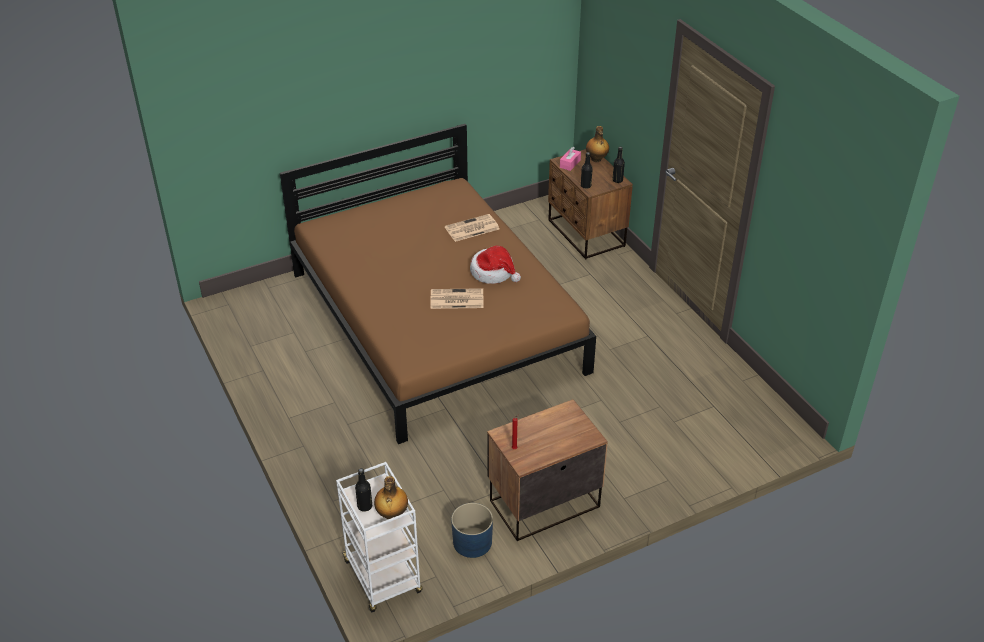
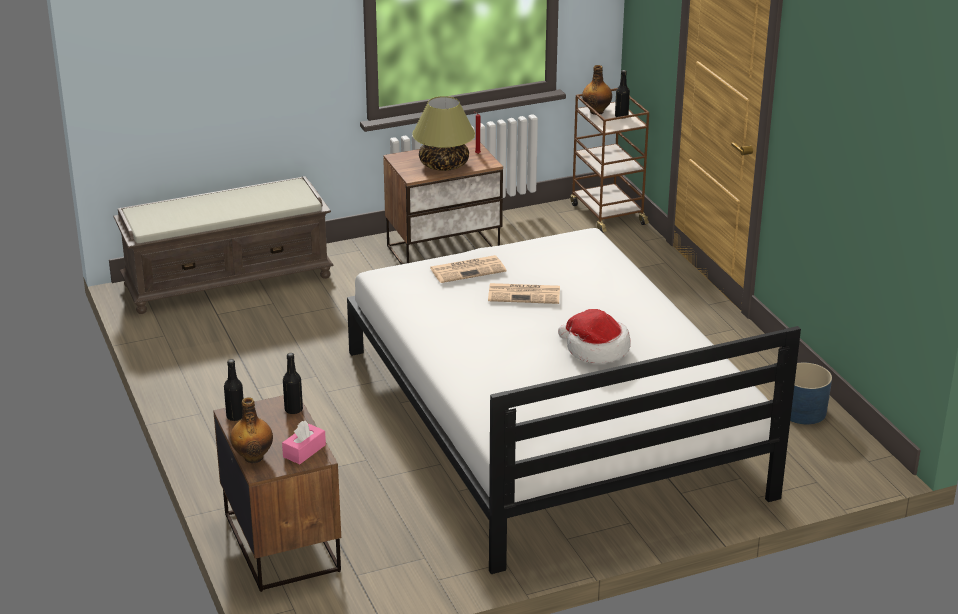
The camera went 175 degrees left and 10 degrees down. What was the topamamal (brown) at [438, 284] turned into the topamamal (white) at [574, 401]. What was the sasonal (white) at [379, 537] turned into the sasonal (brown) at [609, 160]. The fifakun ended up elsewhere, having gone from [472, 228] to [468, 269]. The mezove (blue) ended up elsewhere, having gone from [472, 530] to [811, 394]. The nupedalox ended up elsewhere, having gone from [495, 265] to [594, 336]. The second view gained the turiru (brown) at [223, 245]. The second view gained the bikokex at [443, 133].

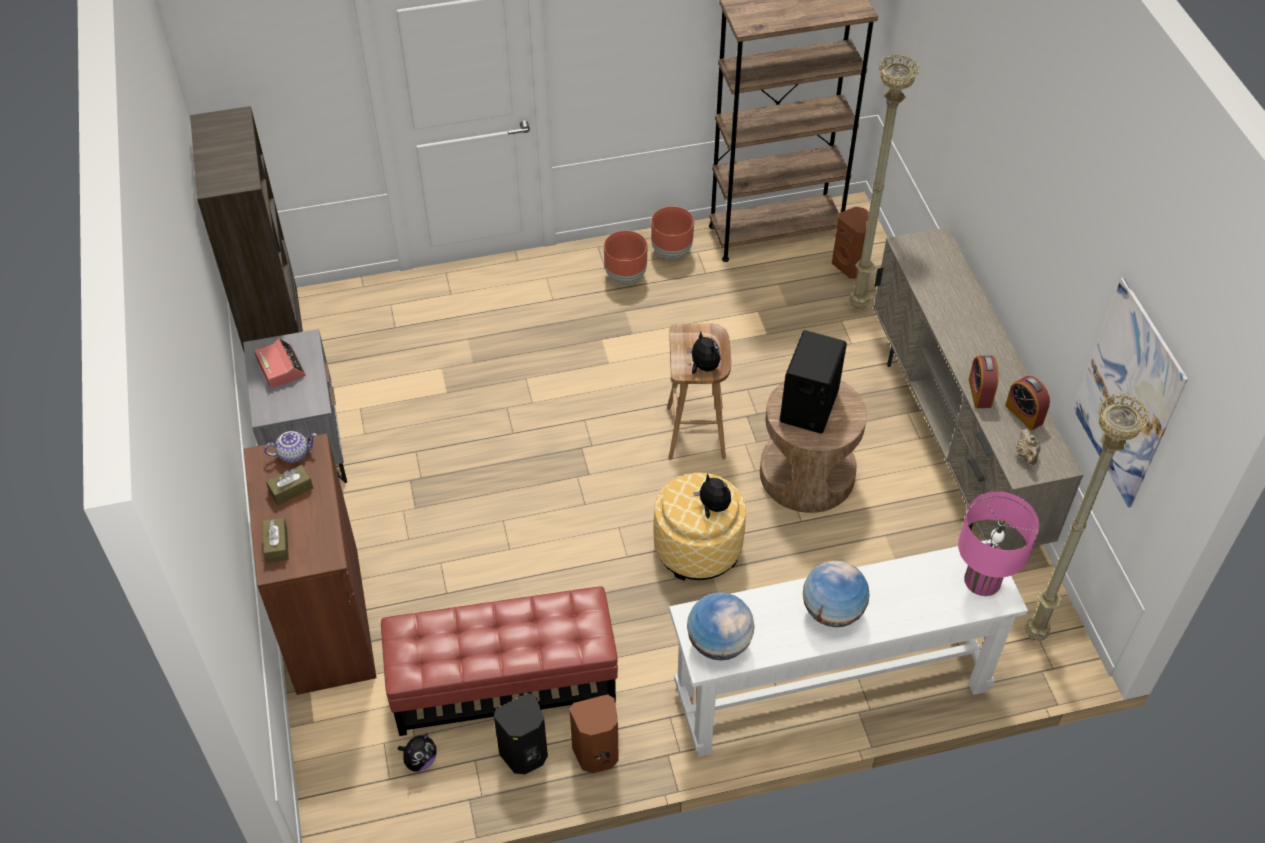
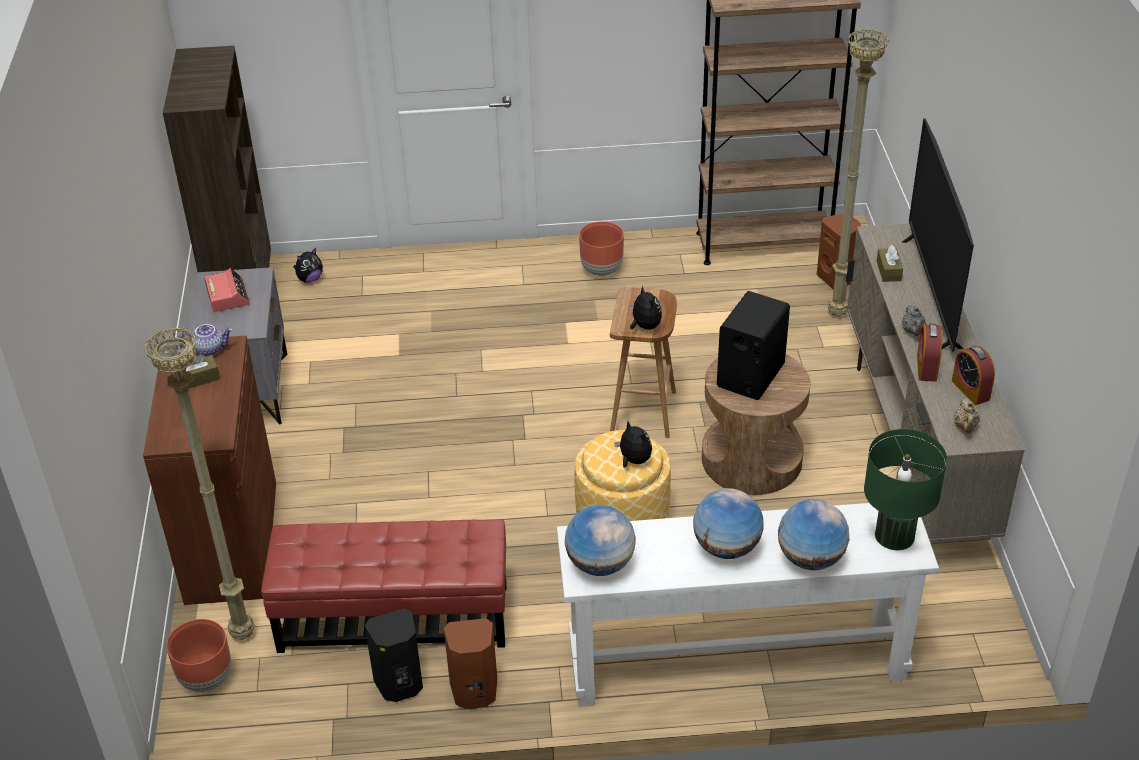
The camera went 10 degrees right and 10 degrees down. The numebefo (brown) ended up elsewhere, having gone from [275, 540] to [890, 263]. The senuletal ended up elsewhere, having gone from [417, 752] to [308, 265]. The mezove (brown) ended up elsewhere, having gone from [672, 233] to [198, 655]. What was the bikokex (pink) at [998, 544] turned into the bikokex (green) at [905, 489]. The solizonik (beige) ended up elsewhere, having gone from [1087, 517] to [199, 483]. The second view lost the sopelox at [1131, 393]. The second view gained the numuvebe at [813, 534]. The second view gained the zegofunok at [938, 235]. The second view gained the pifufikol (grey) at [914, 320].

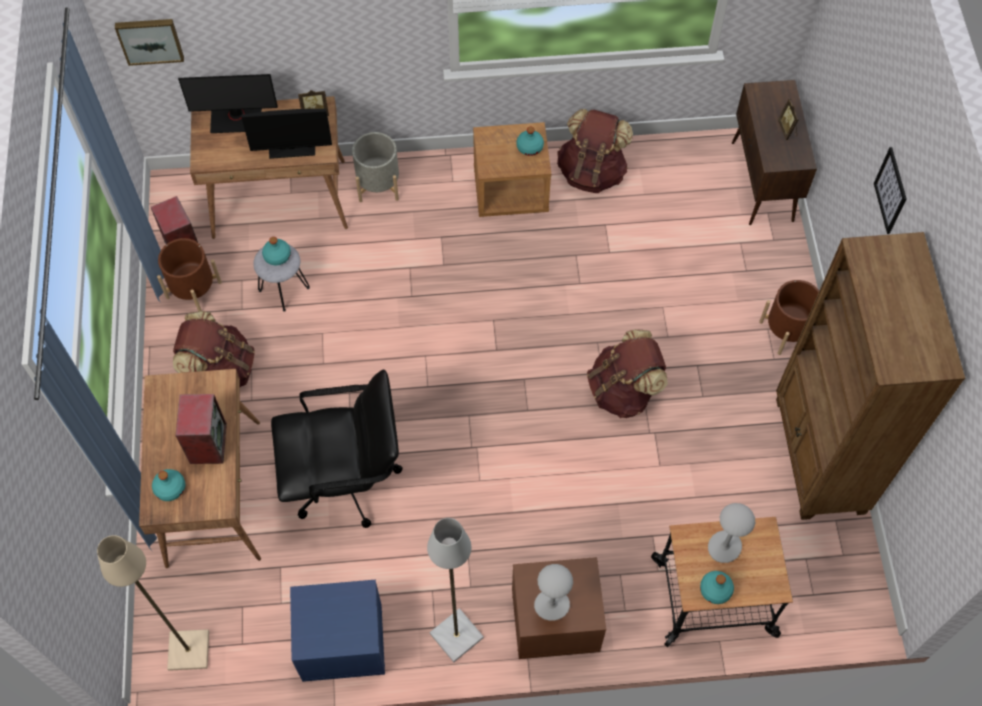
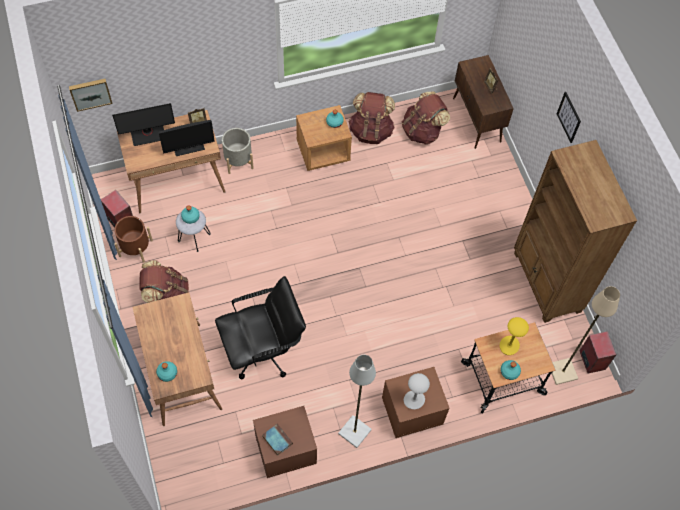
The camera went 15 degrees left and 0 degrees up. The solizonik (beige) ended up elsewhere, having gone from [153, 603] to [586, 335]. The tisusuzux ended up elsewhere, having gone from [201, 429] to [598, 352]. What was the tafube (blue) at [337, 631] turned into the tafube (brown) at [285, 442]. The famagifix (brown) ended up elsewhere, having gone from [627, 373] to [426, 118]. What was the bikokex (grey) at [731, 533] turned into the bikokex (yellow) at [514, 336]. The second view lost the mezove (brown) at [789, 317]. The second view gained the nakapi at [277, 440].

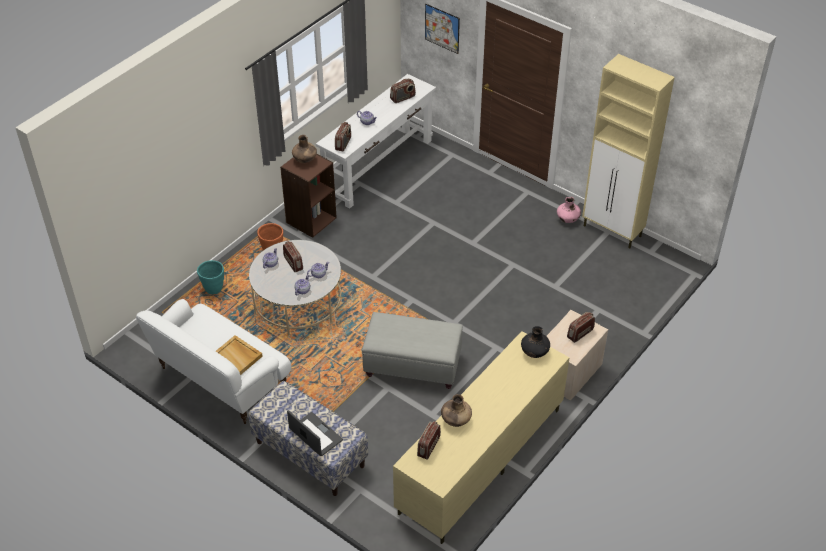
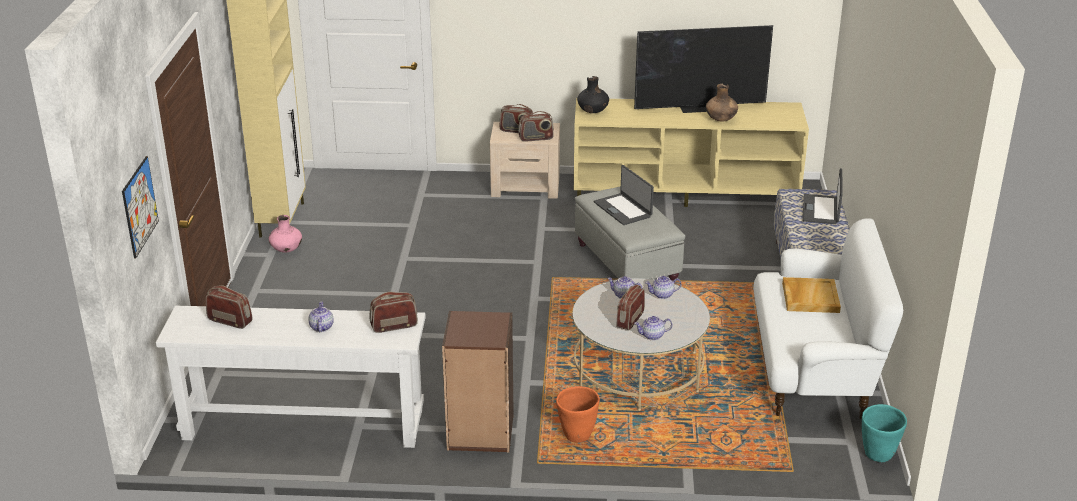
The camera went 125 degrees left and 15 degrees down. The mezove (turquoise) ended up elsewhere, having gone from [210, 277] to [884, 433]. The second view lost the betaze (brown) at [304, 149]. The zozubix ended up elsewhere, having gone from [429, 440] to [536, 126]. The second view gained the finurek at [624, 195]. The second view gained the zegofunok at [703, 69].

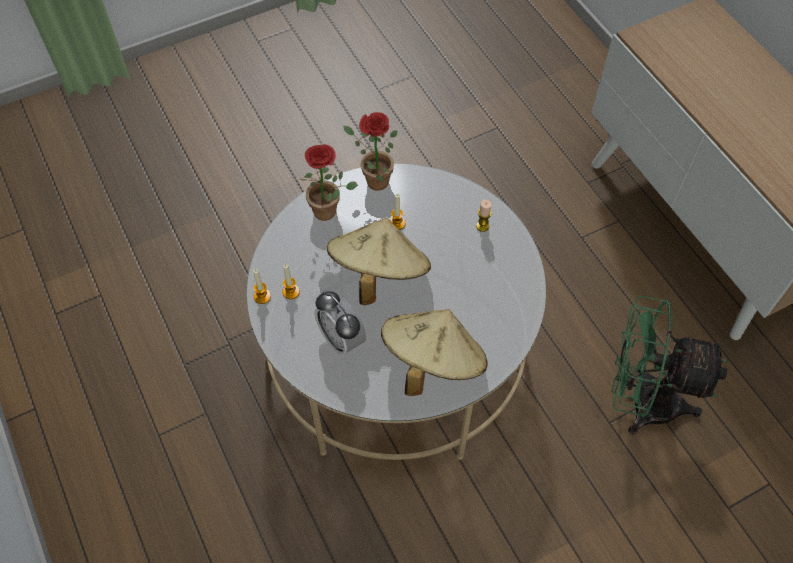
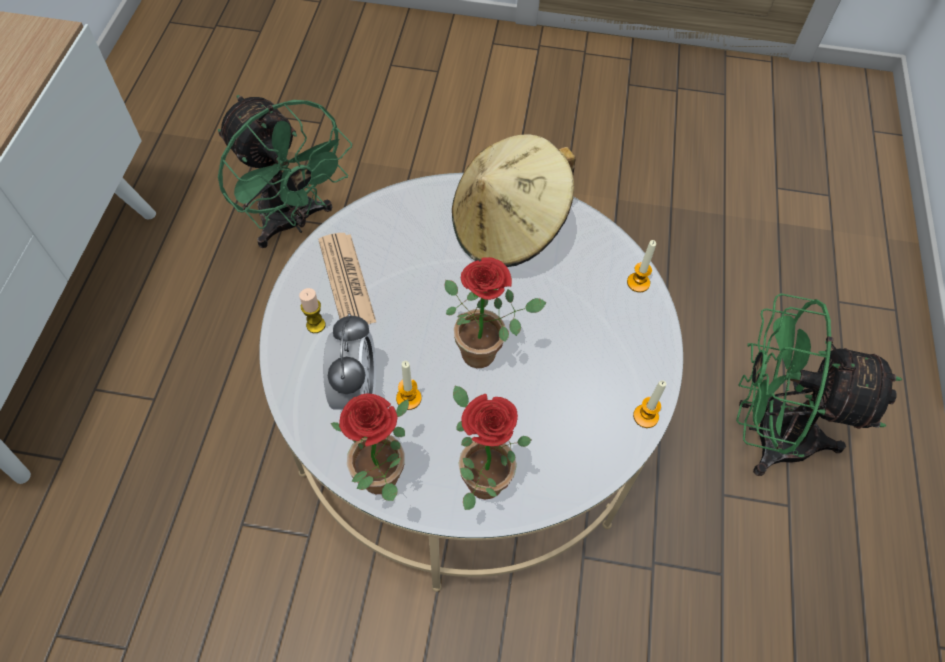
The camera went 145 degrees left and 0 degrees up. The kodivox ended up elsewhere, having gone from [291, 281] to [641, 266]. The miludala ended up elsewhere, having gone from [340, 323] to [349, 362]. Where the nupedalox (beige) stood at [379, 261], the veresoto came to stand at [496, 312]. The second view gained the fifakun at [347, 278]. The second view gained the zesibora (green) at [819, 384].

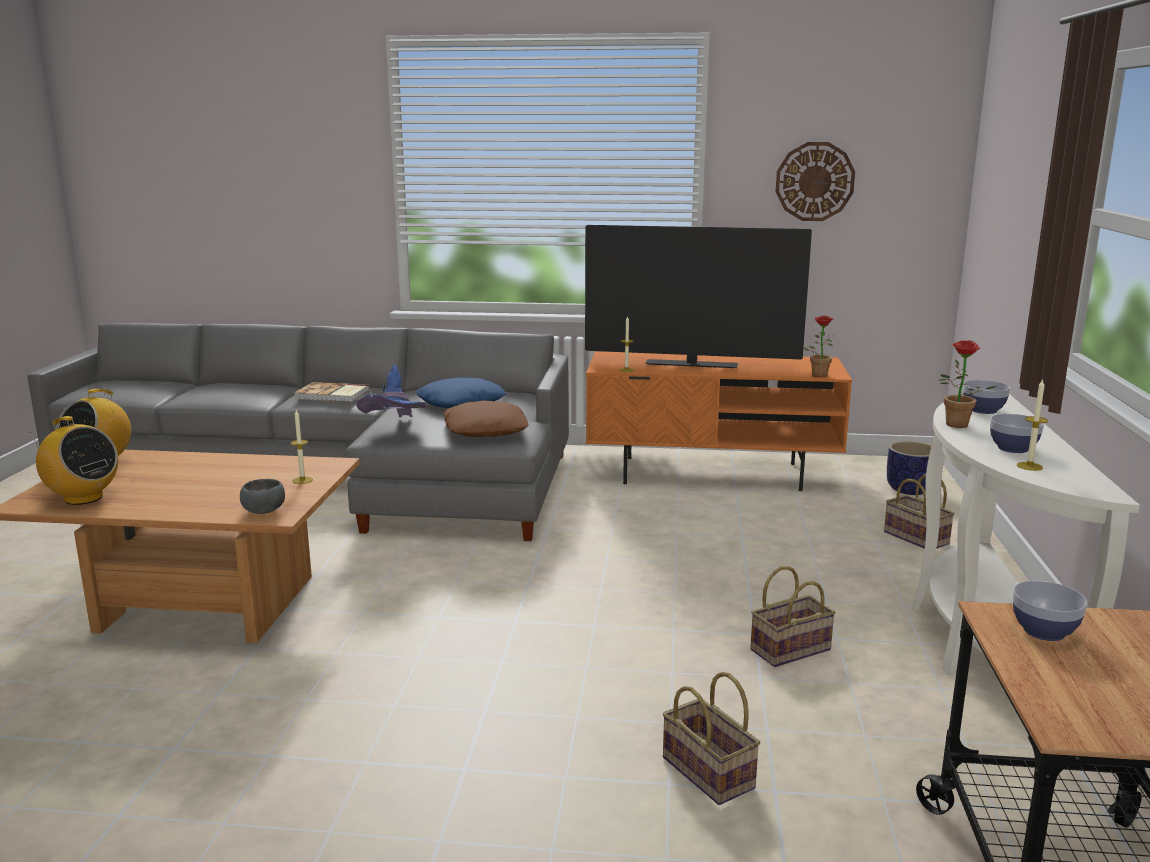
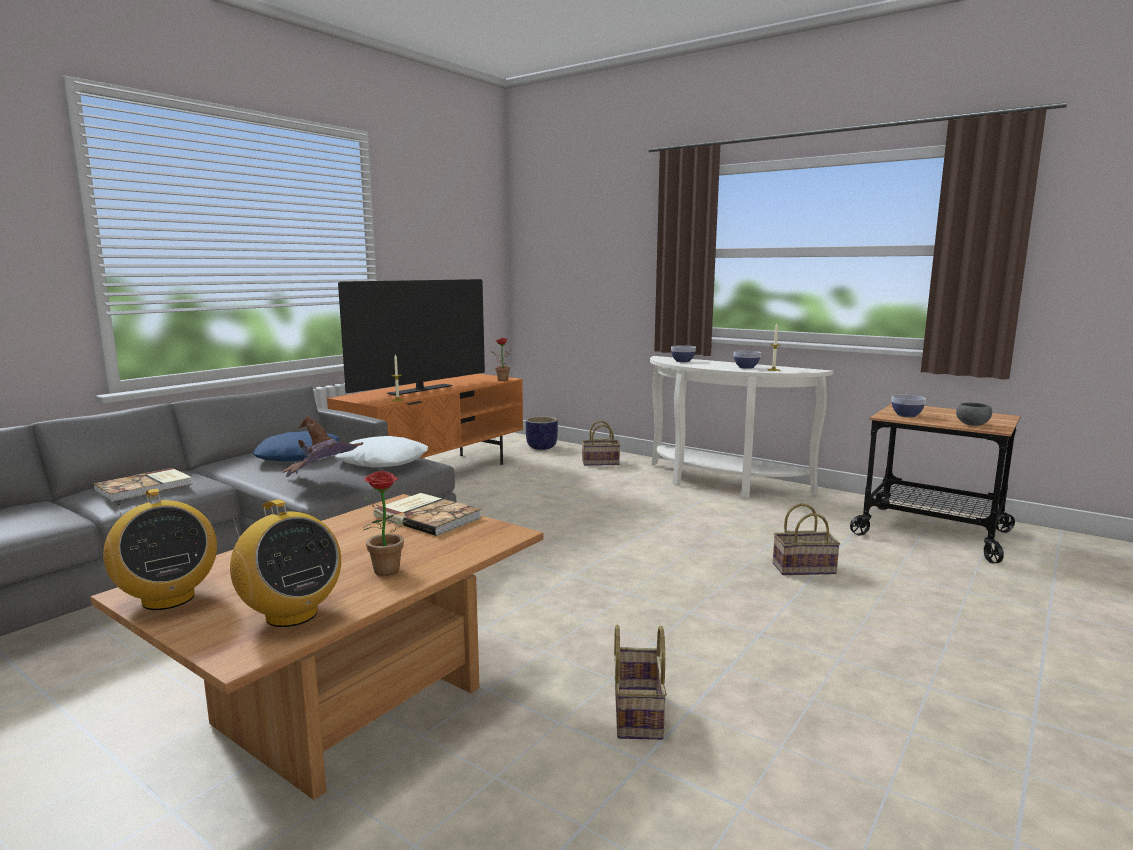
The camera went 60 degrees left and 5 degrees down. The zozubix at [74, 460] ended up facing another way, 75 degrees clockwise from before. The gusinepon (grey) ended up elsewhere, having gone from [262, 496] to [974, 414]. Where the kodivox stood at [302, 447], the nakapi came to stand at [427, 514]. What was the nupedalox (blue) at [392, 390] turned into the nupedalox (brown) at [322, 446]. What was the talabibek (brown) at [486, 419] turned into the talabibek (white) at [381, 451]. The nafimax ended up elsewhere, having gone from [793, 616] to [640, 682]. The second view lost the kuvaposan at [815, 181]. The veresoto ended up elsewhere, having gone from [967, 384] to [390, 523].

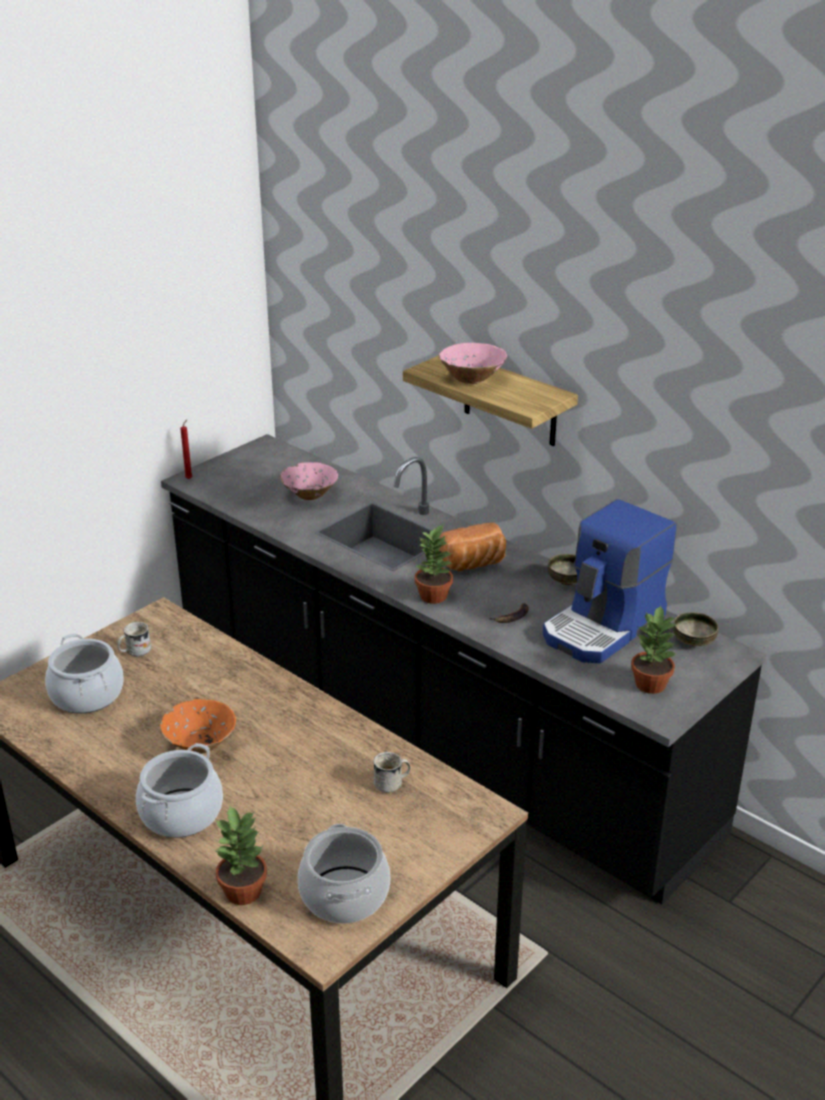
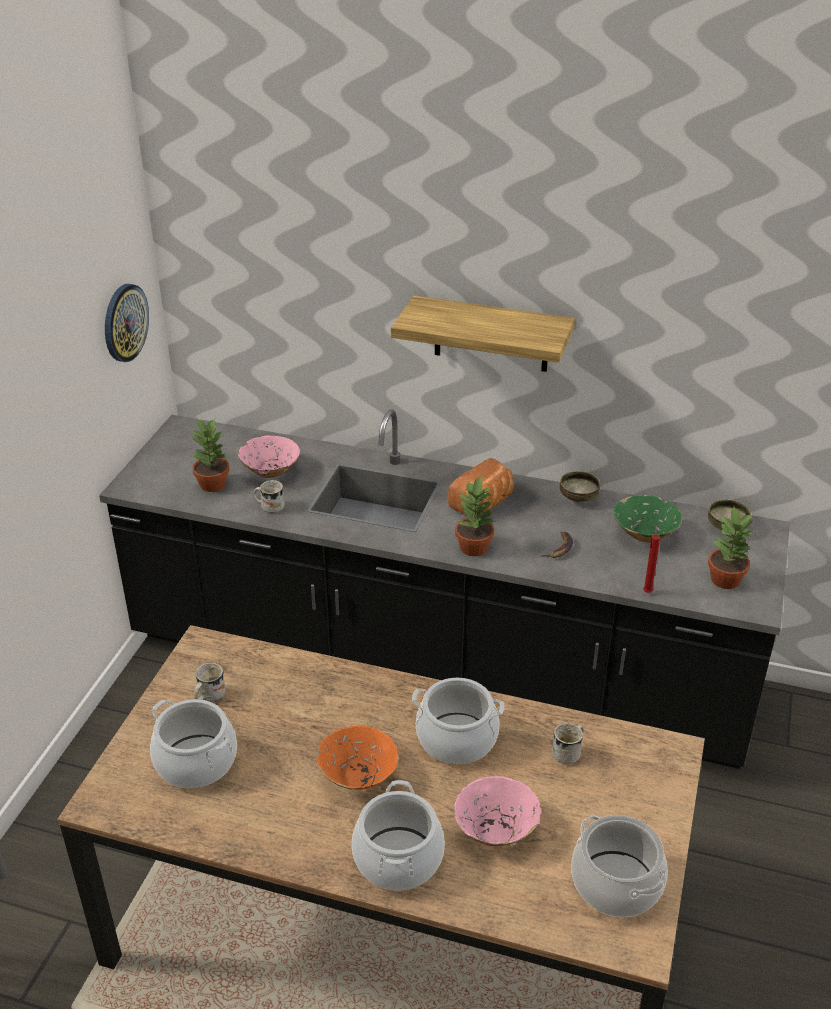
The camera went 25 degrees left and 5 degrees up. The kodivox (red) ended up elsewhere, having gone from [186, 449] to [651, 559]. The veresoto ended up elsewhere, having gone from [241, 855] to [209, 454]. The gusinepon (pink) ended up elsewhere, having gone from [473, 363] to [497, 811]. Where the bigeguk stood at [610, 581], the gusinepon (green) came to stand at [648, 518]. The second view gained the kuvaposan at [127, 323]. The second view gained the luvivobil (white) at [269, 496]. The second view gained the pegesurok at [458, 721].

